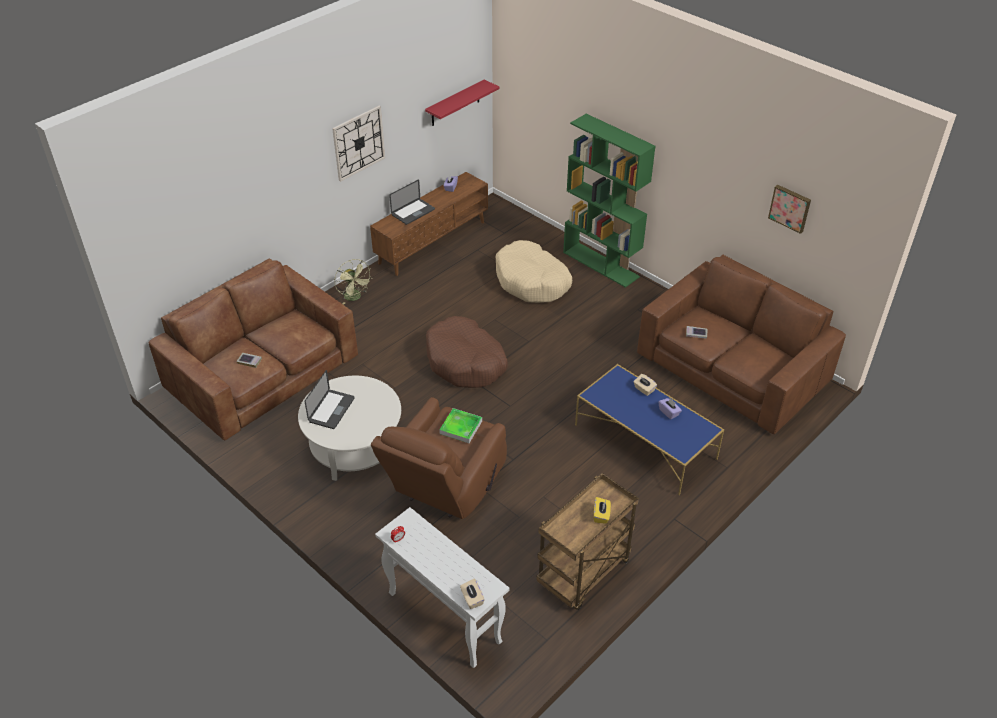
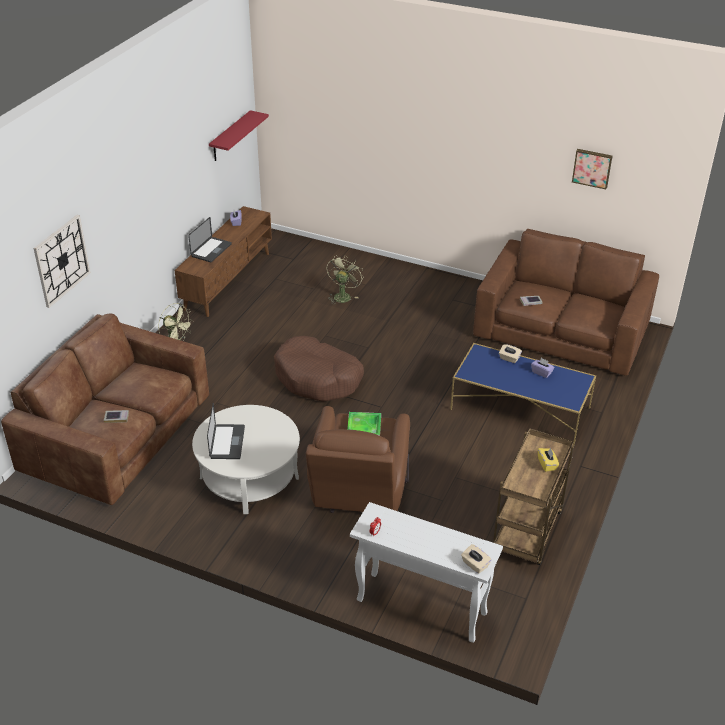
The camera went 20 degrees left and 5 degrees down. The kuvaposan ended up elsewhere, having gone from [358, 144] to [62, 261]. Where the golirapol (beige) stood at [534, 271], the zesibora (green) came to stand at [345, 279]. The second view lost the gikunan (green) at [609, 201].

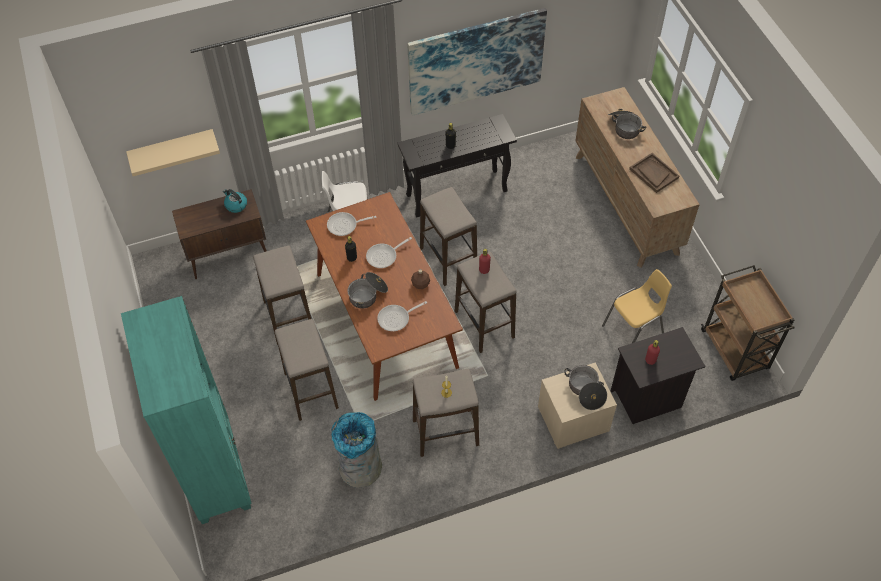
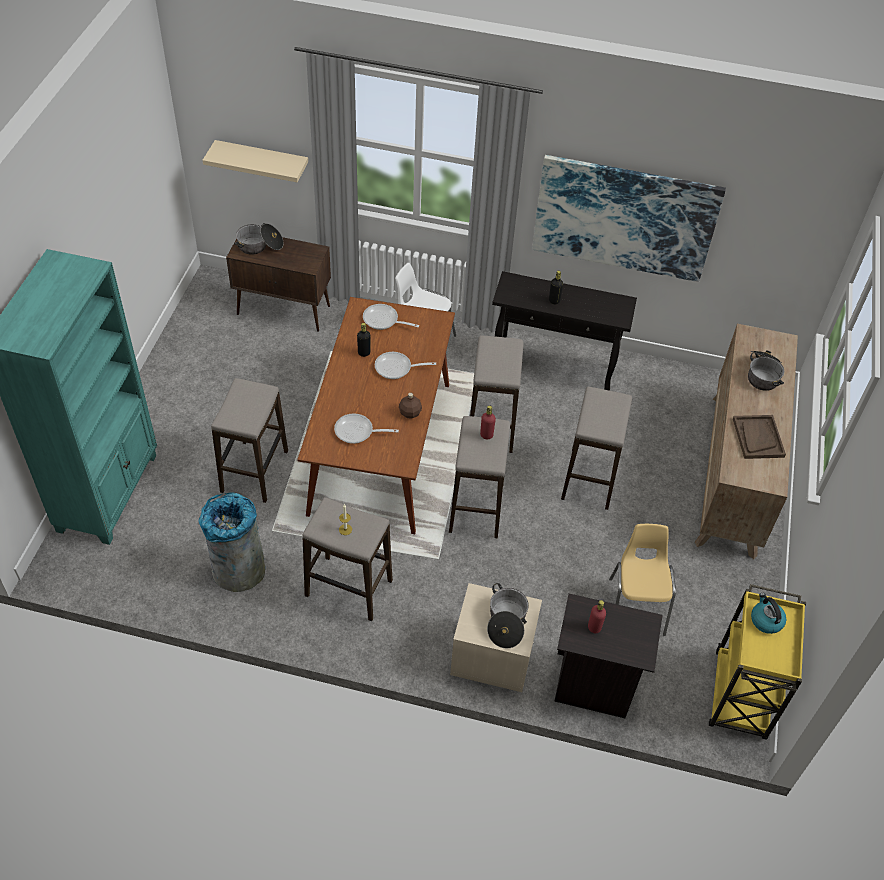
The camera went 30 degrees right and 5 degrees down. The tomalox ended up elsewhere, having gone from [235, 201] to [768, 613]. The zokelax ended up elsewhere, having gone from [282, 295] to [596, 448]. The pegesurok ended up elsewhere, having gone from [368, 290] to [258, 239]. The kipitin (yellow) at [637, 306] ended up facing another way, 90 degrees counterclockwise from before. What was the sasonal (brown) at [747, 323] turned into the sasonal (yellow) at [757, 661].

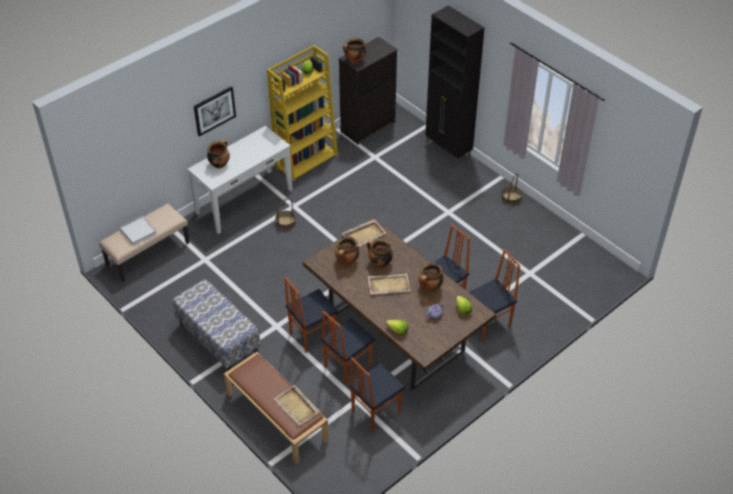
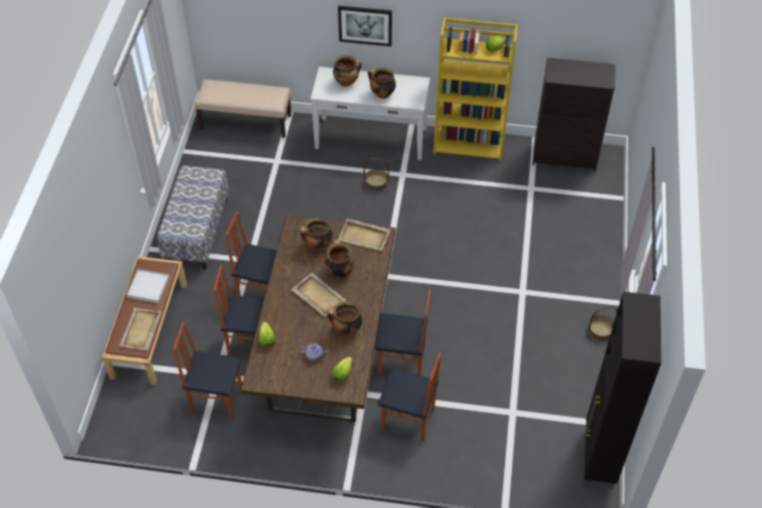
The camera went 50 degrees right and 5 degrees up. The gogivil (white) ended up elsewhere, having gone from [138, 230] to [148, 286]. The pegesurok ended up elsewhere, having gone from [354, 51] to [382, 83]. The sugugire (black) ended up elsewhere, having gone from [455, 85] to [622, 390].

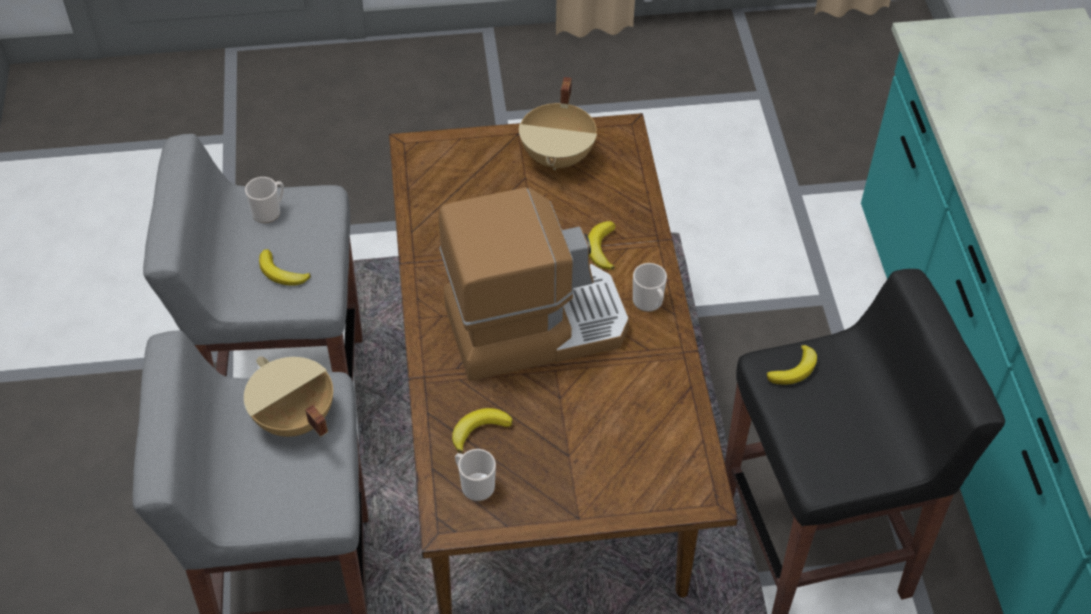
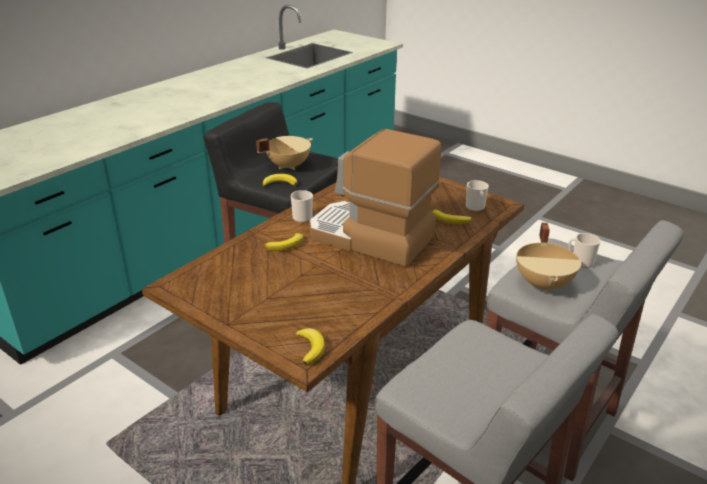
The camera went 135 degrees left and 20 degrees down. The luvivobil ended up elsewhere, having gone from [264, 200] to [585, 250]. The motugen ended up elsewhere, having gone from [285, 267] to [310, 346]. The pegesurok (beige) ended up elsewhere, having gone from [558, 123] to [284, 153].

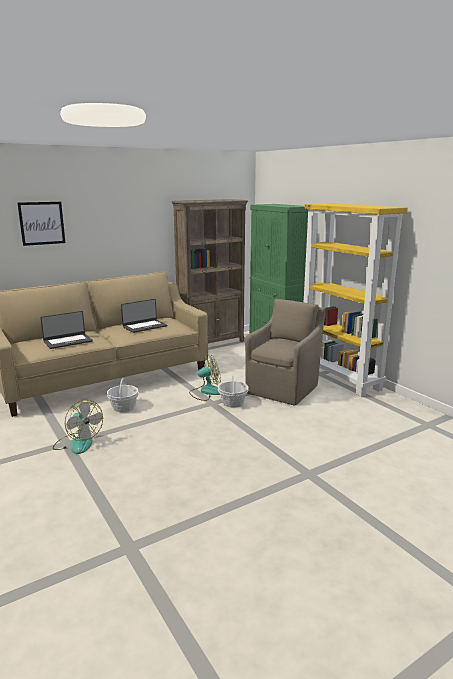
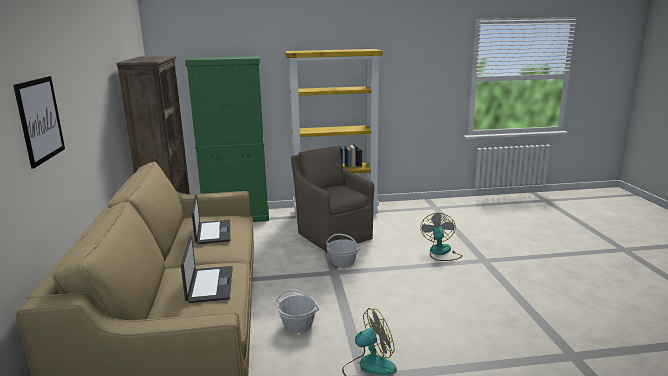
The camera went 65 degrees left and 0 degrees up. The zesibora ended up elsewhere, having gone from [205, 377] to [441, 237].

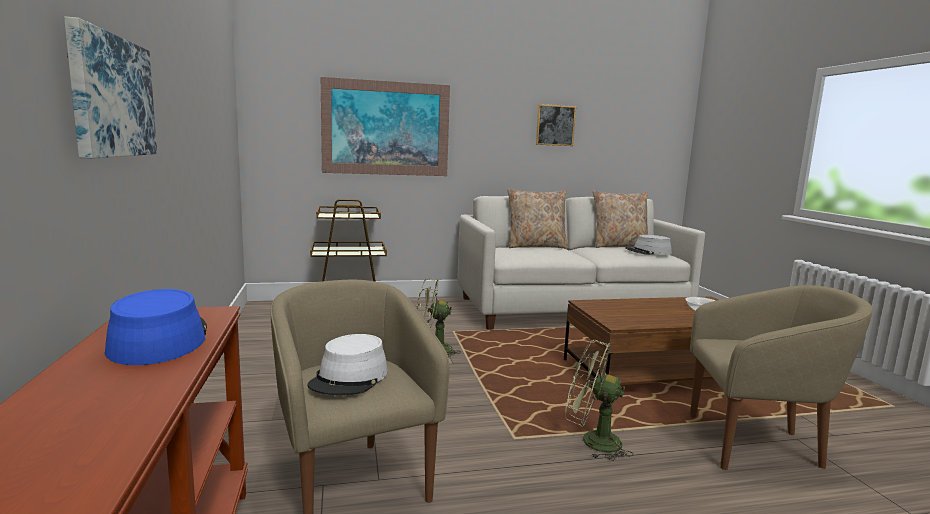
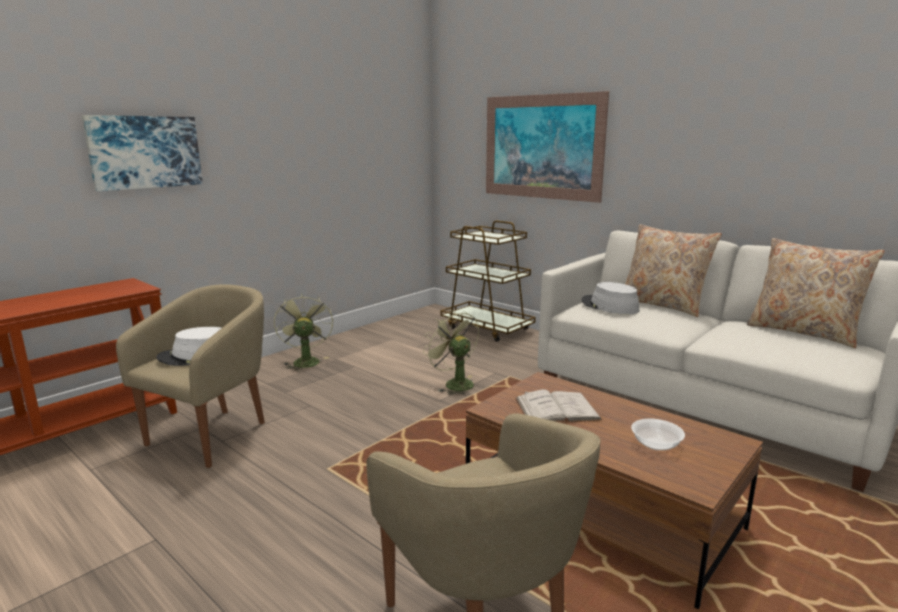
The camera went 55 degrees right and 5 degrees up. The second view lost the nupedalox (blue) at [156, 327]. The second view lost the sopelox at [556, 125]. The zesibora (green) ended up elsewhere, having gone from [599, 400] to [303, 332]. The nupedalox (grey) ended up elsewhere, having gone from [648, 245] to [610, 298]. The second view gained the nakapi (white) at [558, 405].

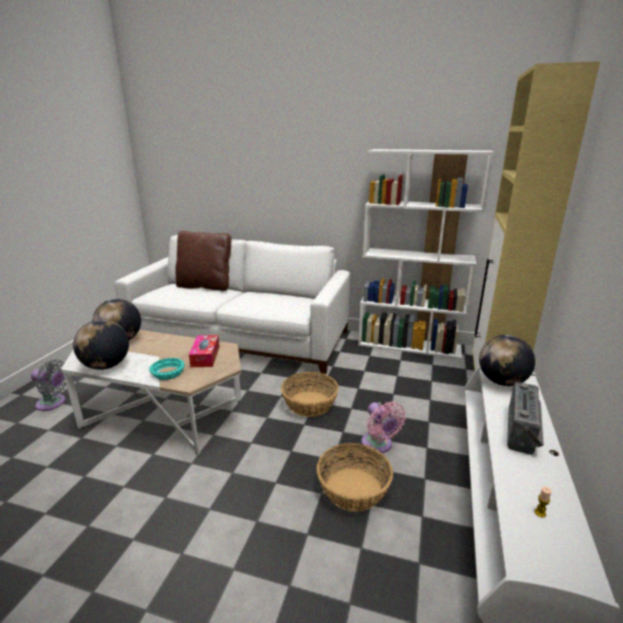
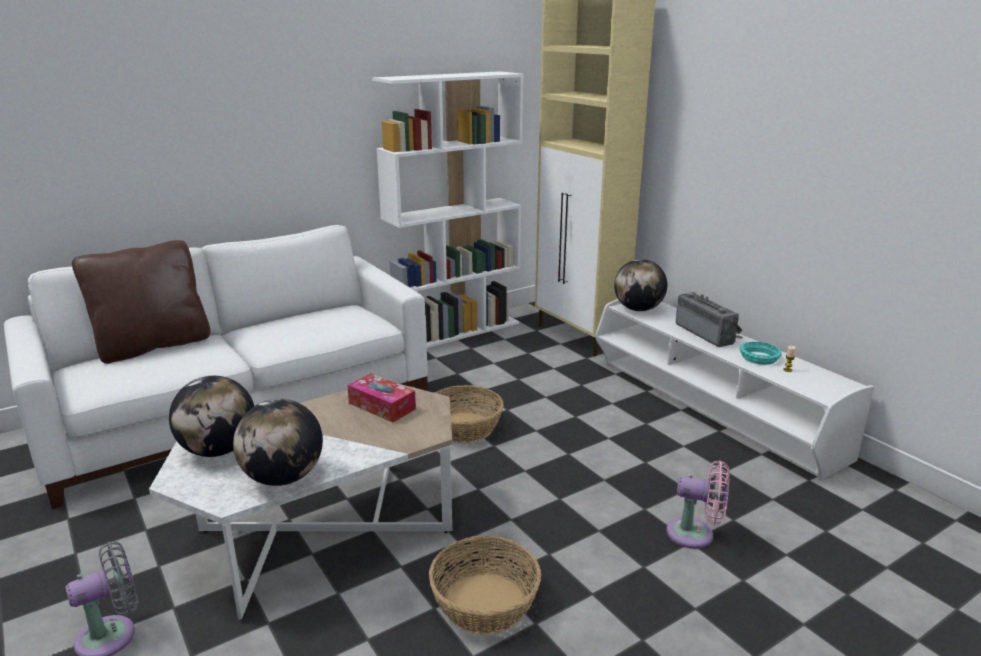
The camera went 50 degrees left and 0 degrees up. The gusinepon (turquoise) ended up elsewhere, having gone from [167, 369] to [761, 353]. The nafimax ended up elsewhere, having gone from [355, 477] to [485, 585]. The zesibora (pink) ended up elsewhere, having gone from [383, 427] to [697, 505].

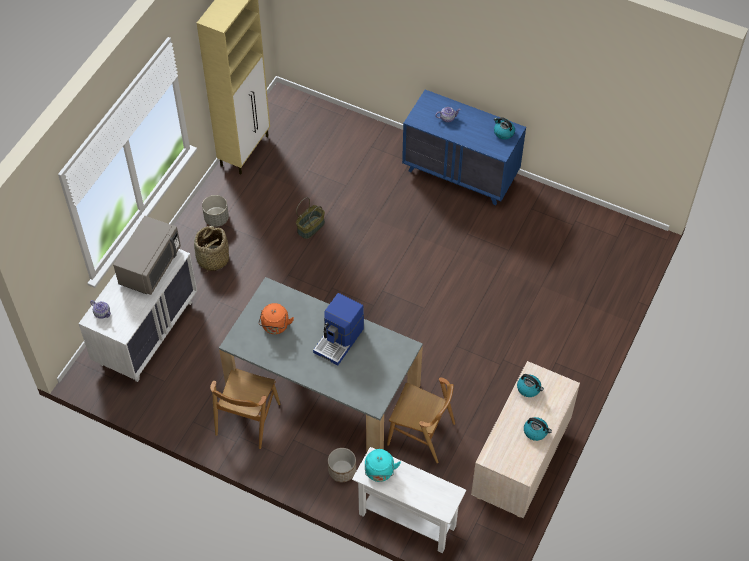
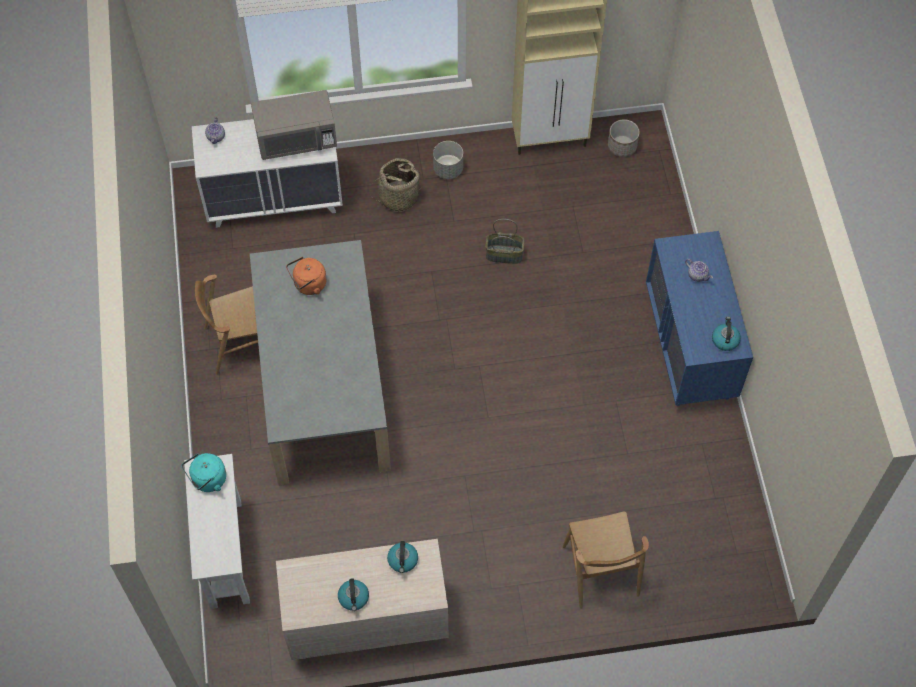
The camera went 55 degrees right and 5 degrees up. The second view lost the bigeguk at [338, 329]. The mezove ended up elsewhere, having gone from [342, 465] to [624, 138]. The kipitin (brown) ended up elsewhere, having gone from [421, 420] to [606, 560].

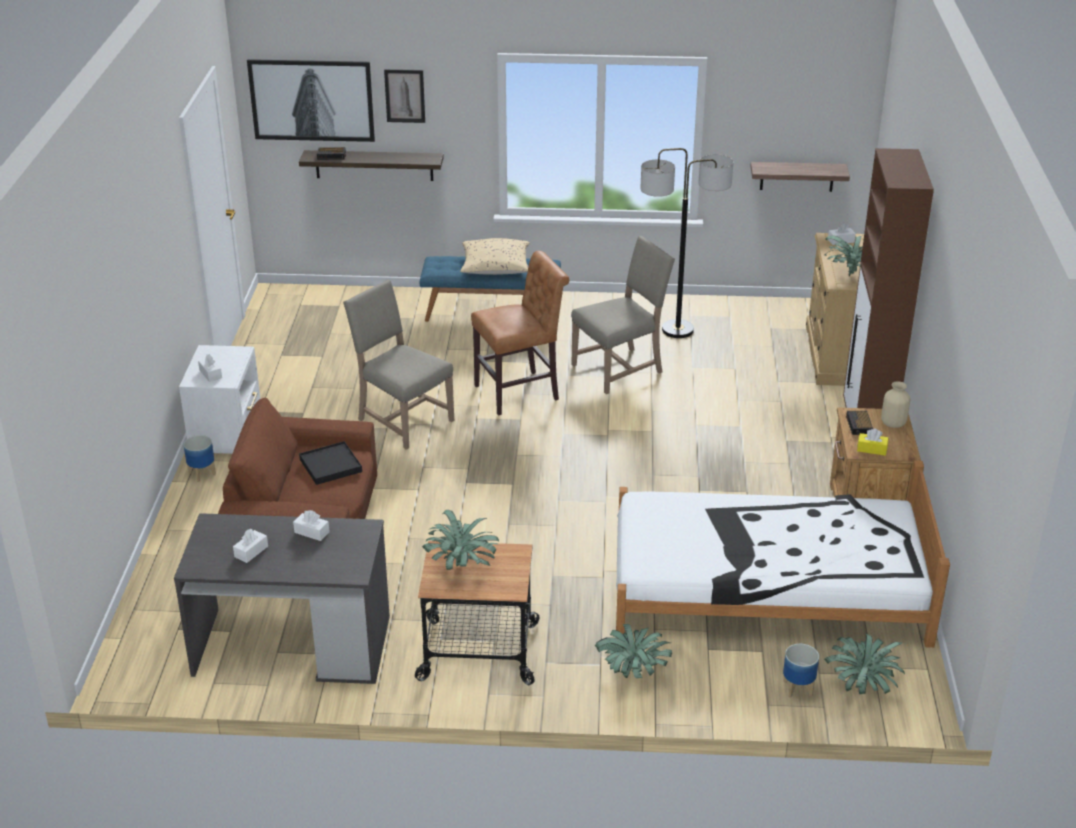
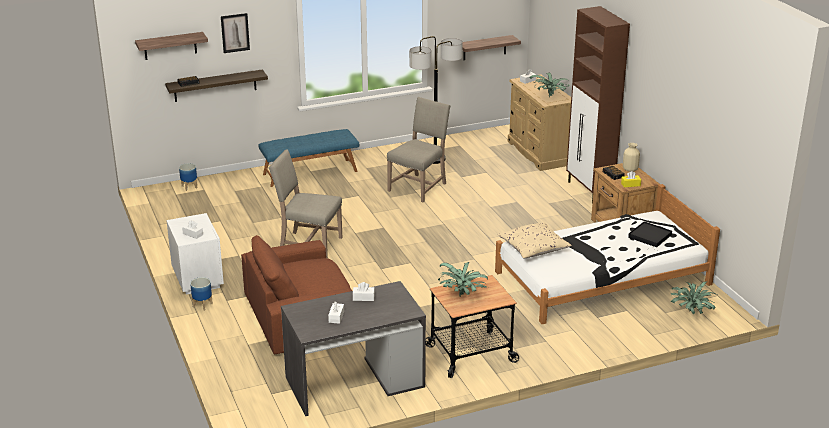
The camera went 25 degrees left and 5 degrees down. Where the sopelox hung at [311, 100], the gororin came to hang at [171, 46]. The gogivil (black) ended up elsewhere, having gone from [330, 463] to [650, 234]. The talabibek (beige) ended up elsewhere, having gone from [495, 256] to [535, 240]. The second view lost the kipitin (brown) at [520, 333]. The second view lost the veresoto at [634, 651]. The mezove ended up elsewhere, having gone from [801, 671] to [188, 177].

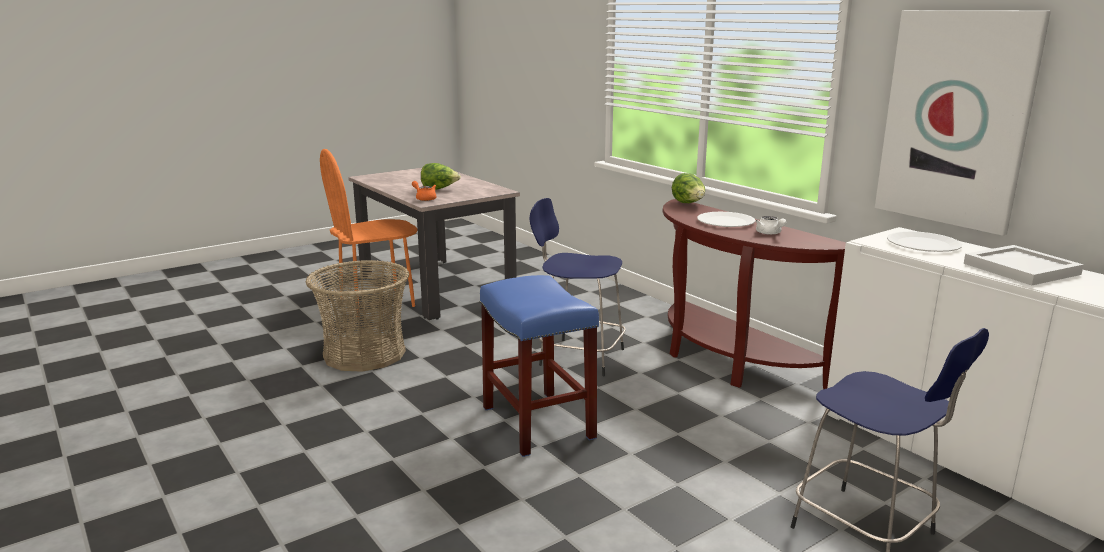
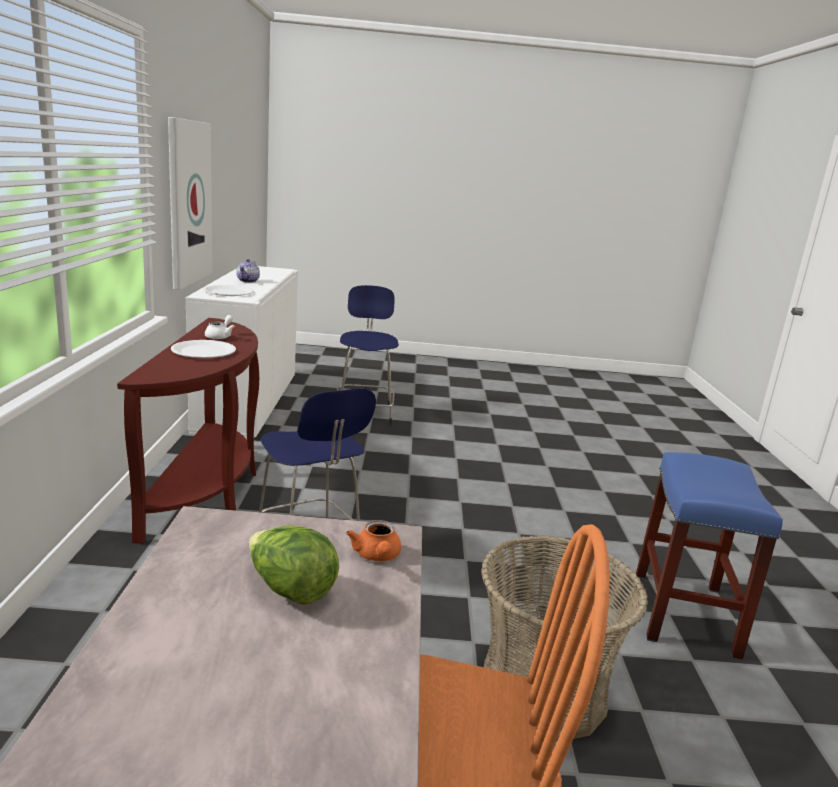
The camera went 145 degrees left and 0 degrees up. The zokelax (blue) ended up elsewhere, having gone from [539, 366] to [709, 555]. The second view lost the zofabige at [688, 188]. Where the gogivil (white) stood at [1024, 265], the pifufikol came to stand at [248, 271].

